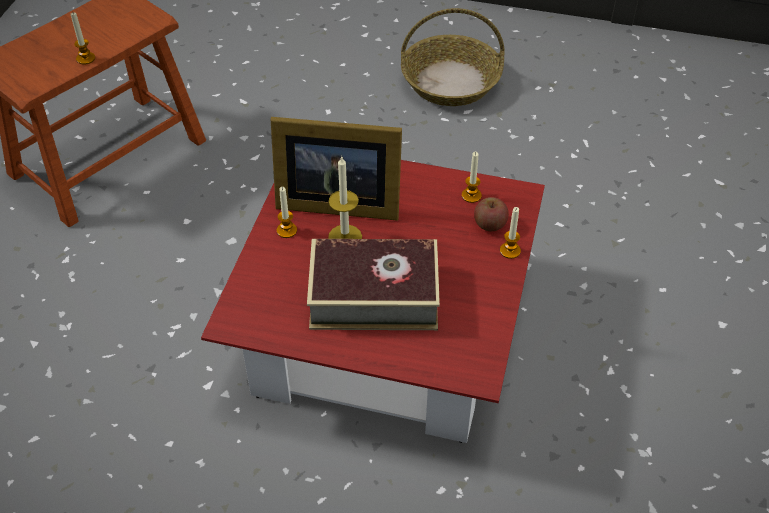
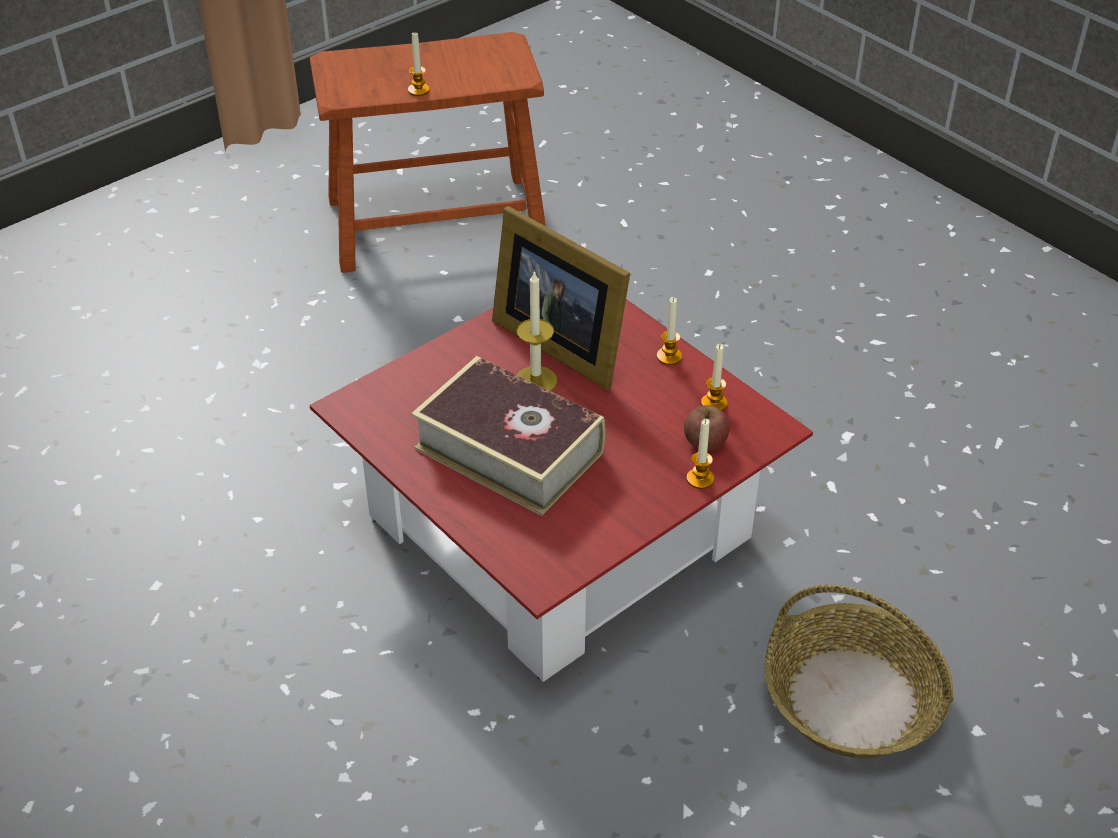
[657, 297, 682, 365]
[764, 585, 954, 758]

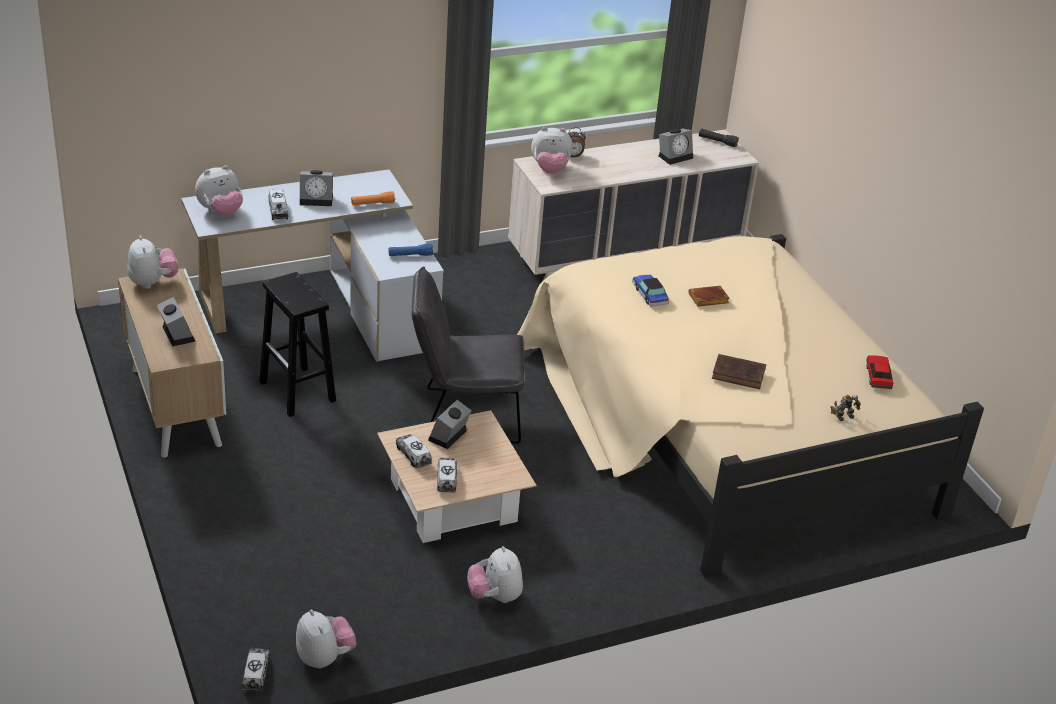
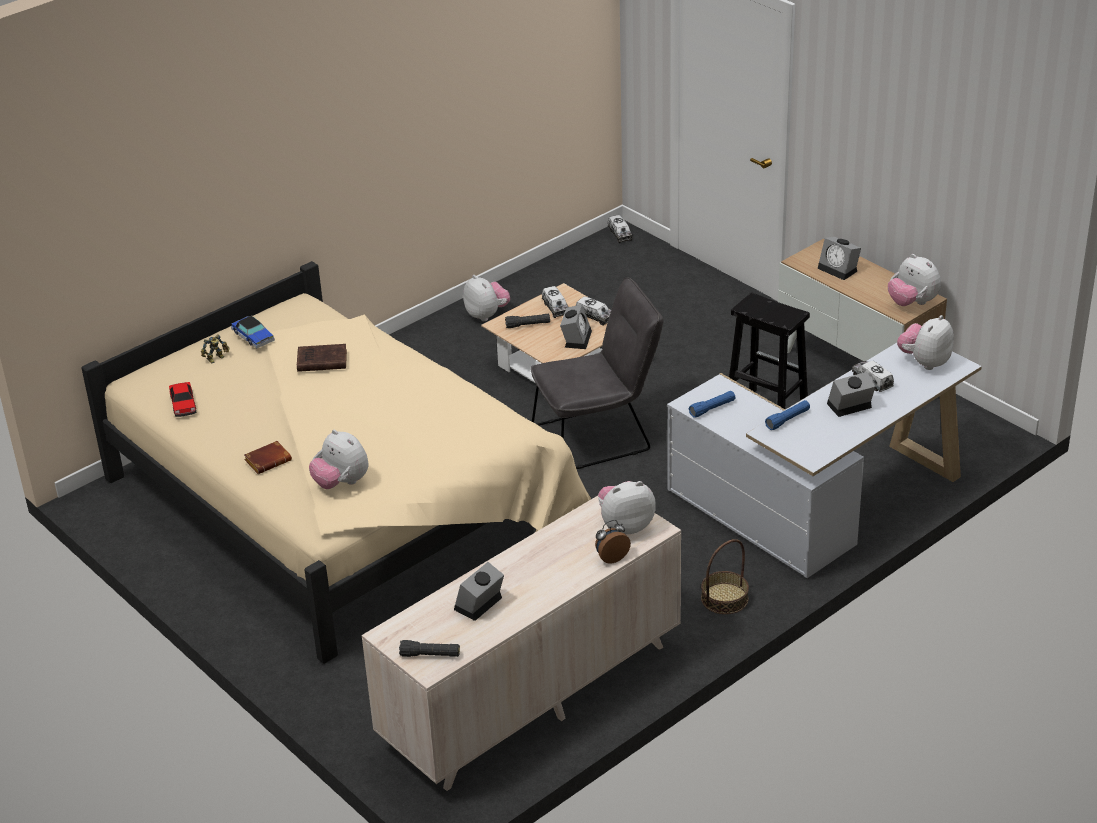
[505, 314, 550, 328]
[701, 539, 749, 614]
[309, 430, 368, 489]
[231, 316, 275, 348]
[244, 441, 292, 474]
[765, 400, 810, 430]

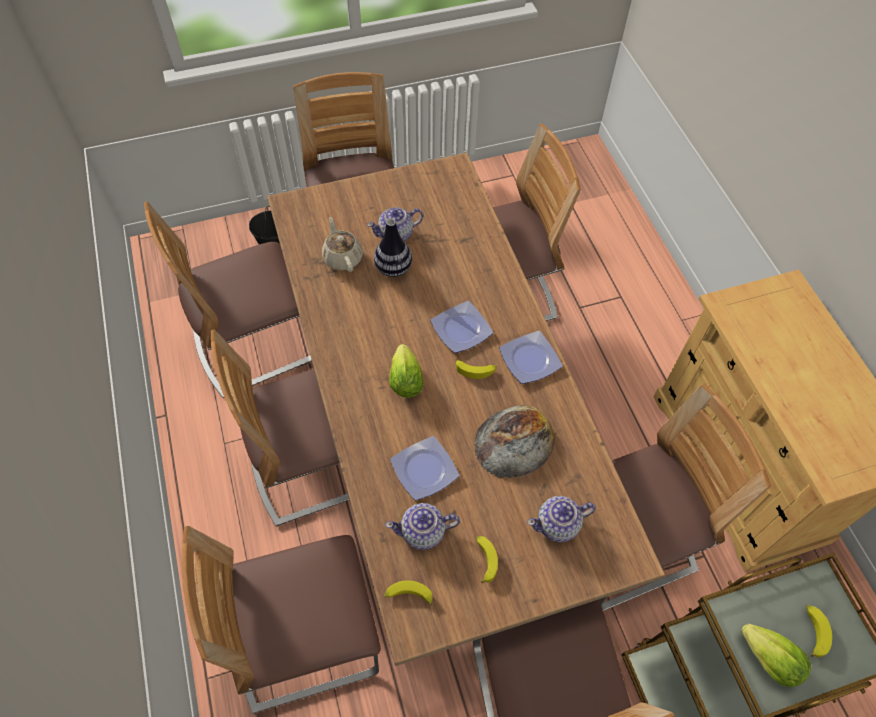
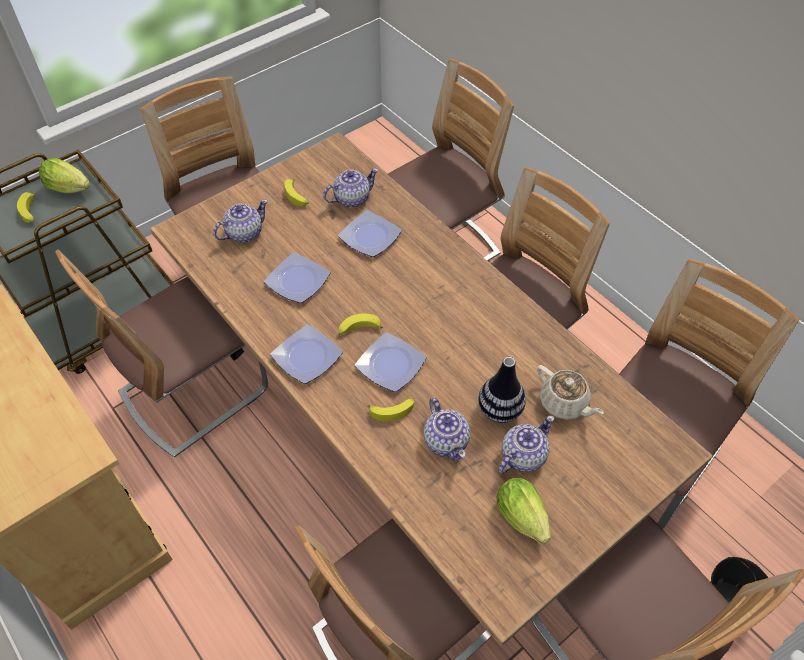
[423, 398, 470, 461]
[367, 398, 414, 421]
[496, 478, 551, 544]
[264, 252, 331, 303]

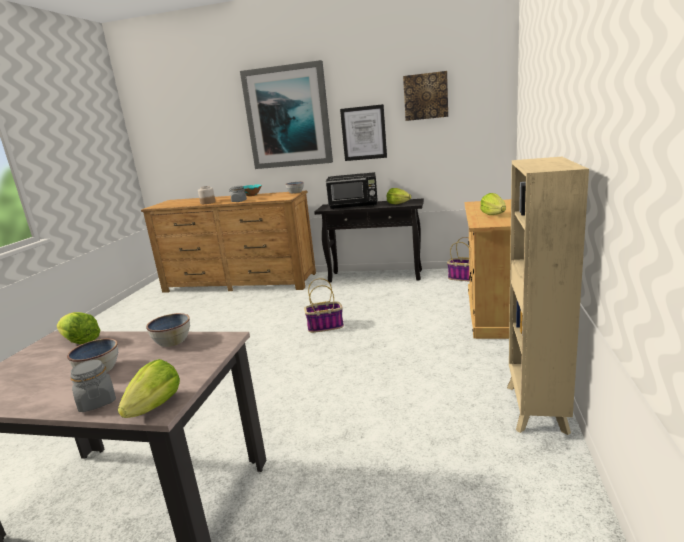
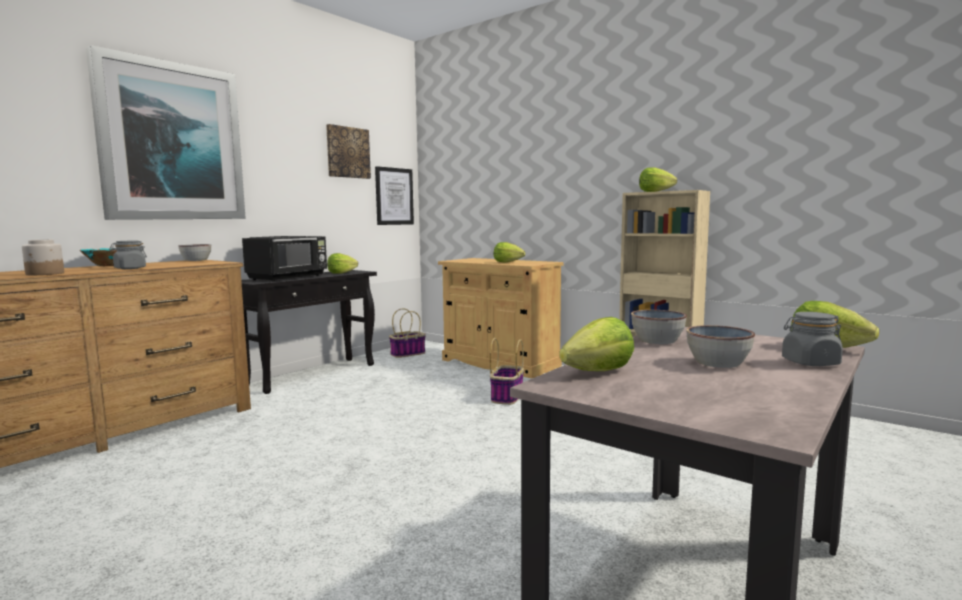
[639, 167, 677, 192]
[490, 338, 524, 405]
[375, 166, 414, 225]

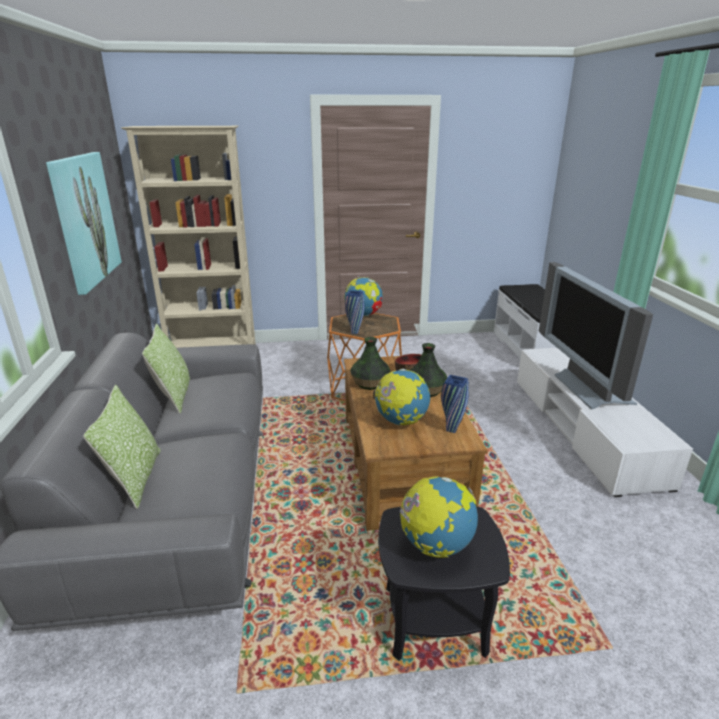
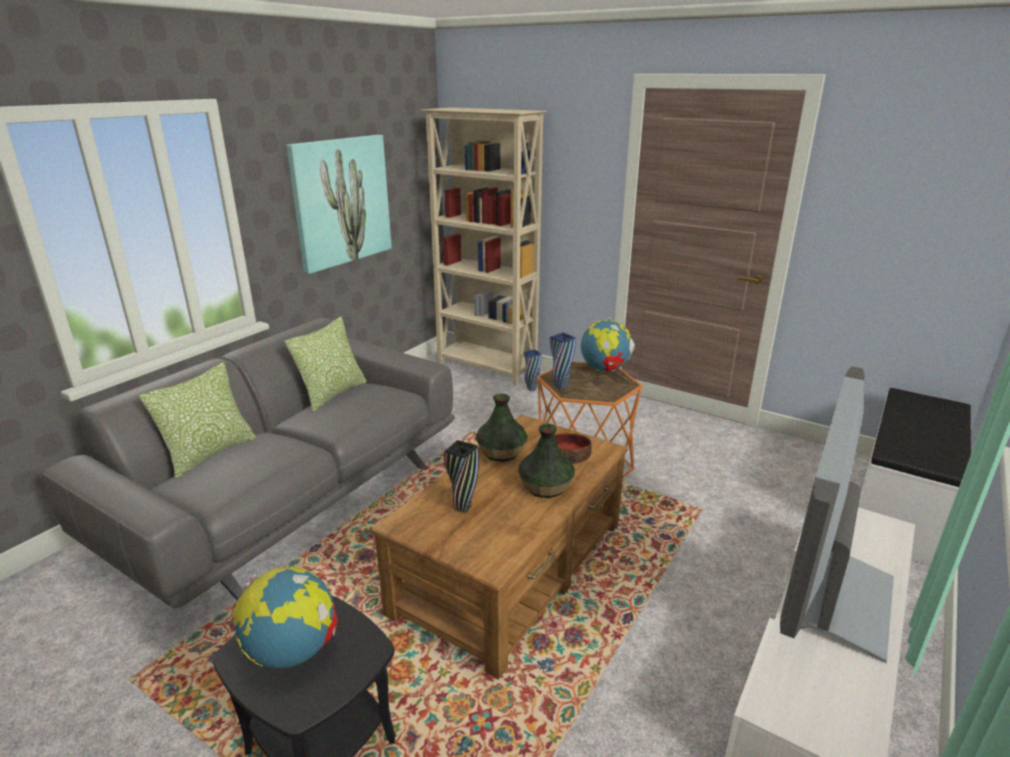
[524, 349, 542, 391]
[444, 440, 479, 513]

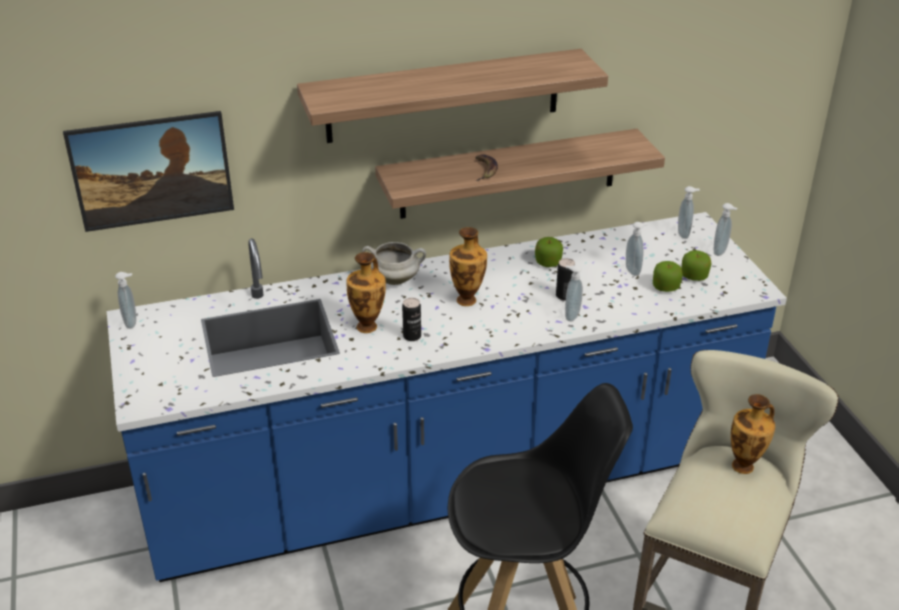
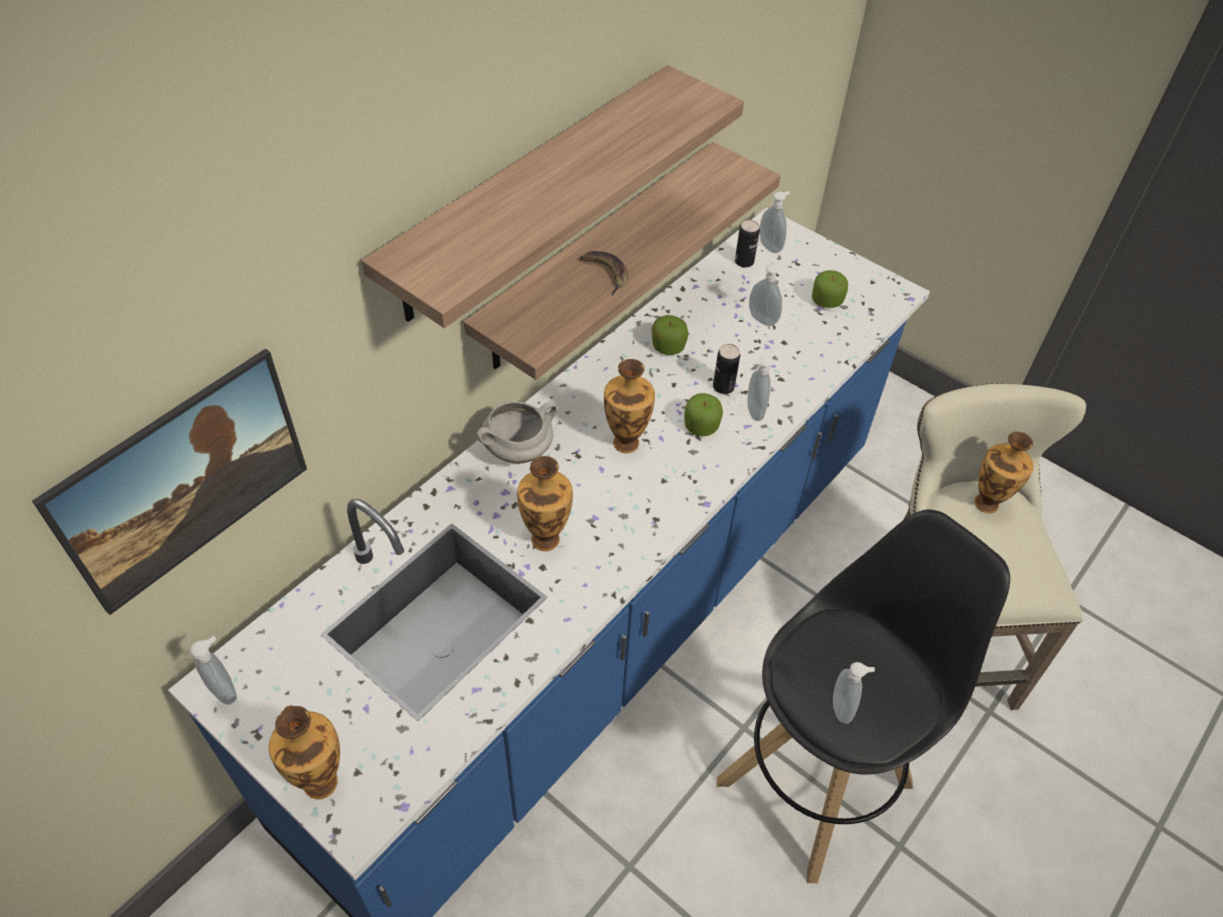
[269, 705, 340, 799]
[735, 220, 760, 267]
[684, 393, 723, 437]
[833, 662, 875, 724]

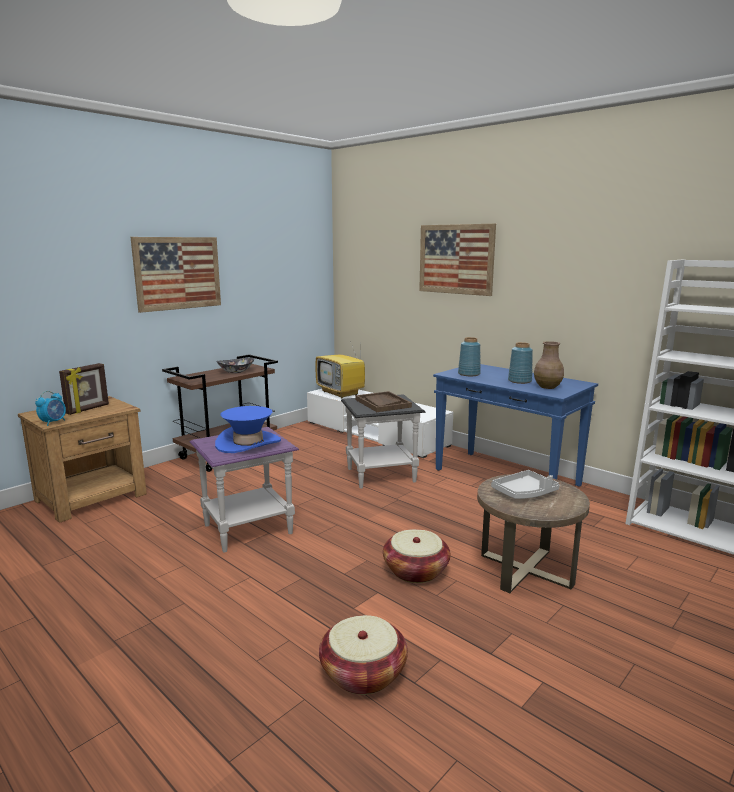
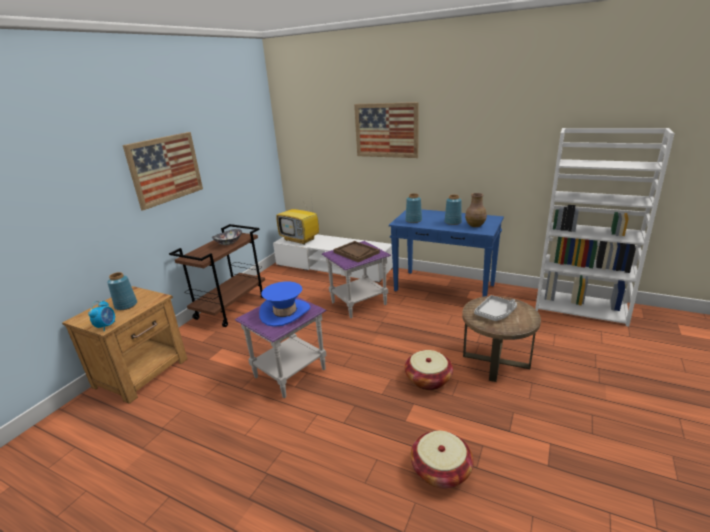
[107, 272, 137, 310]
[322, 241, 391, 318]

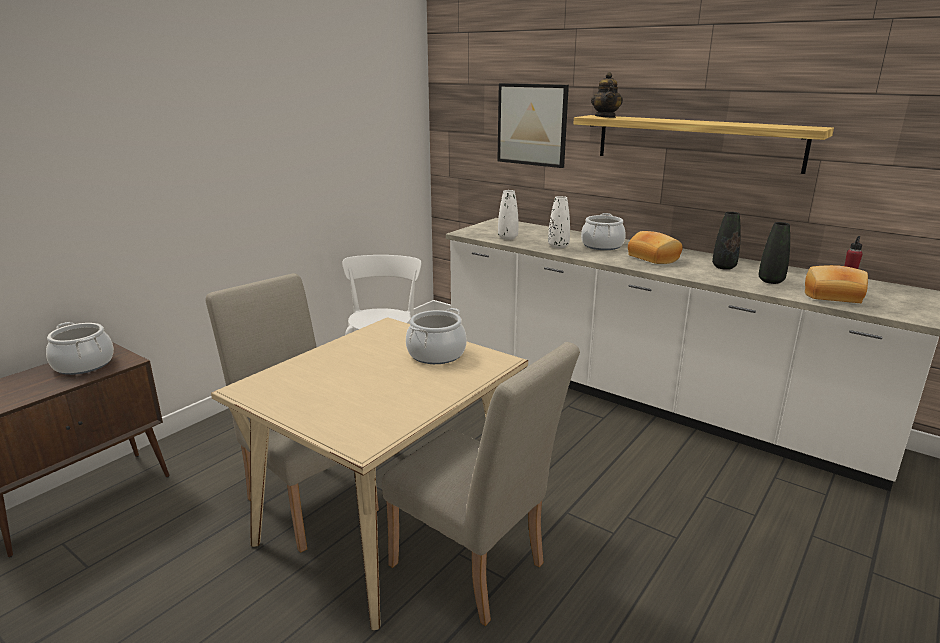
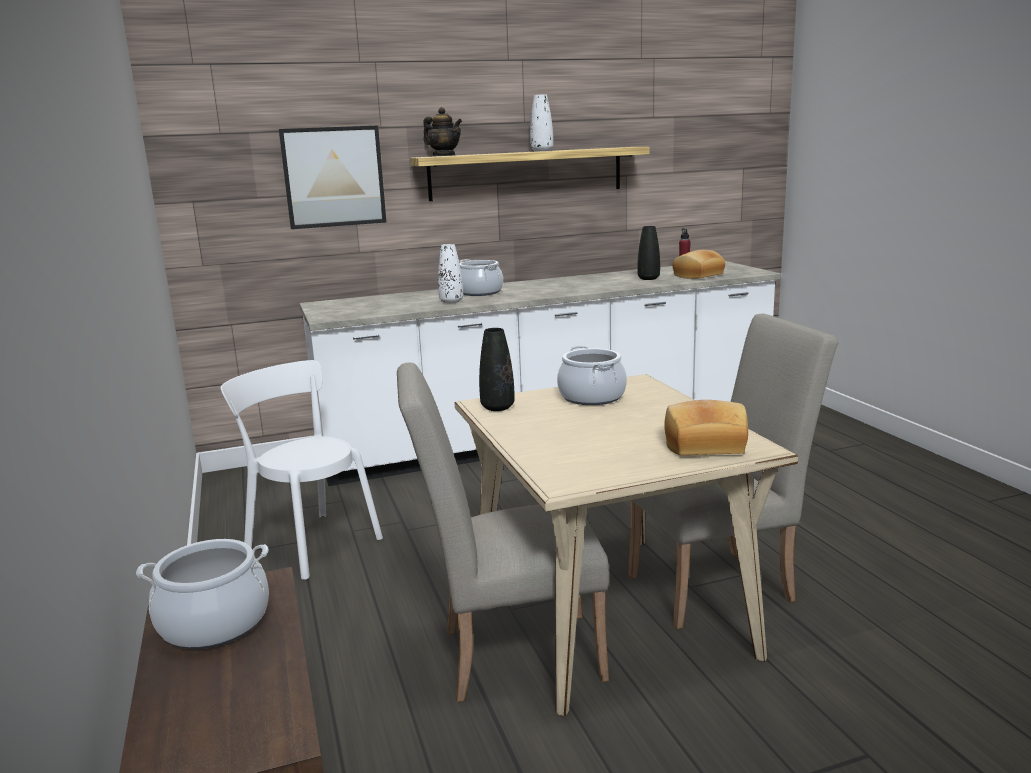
[530, 94, 553, 152]
[664, 400, 748, 455]
[479, 328, 515, 411]

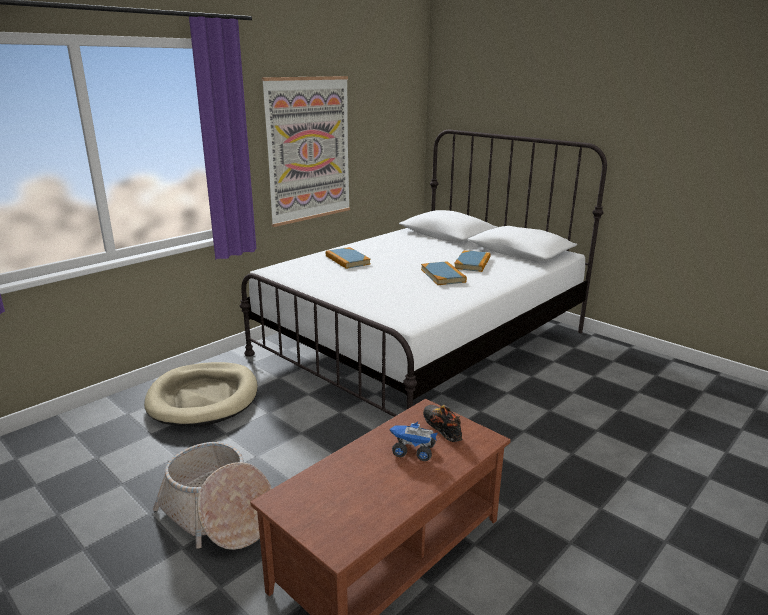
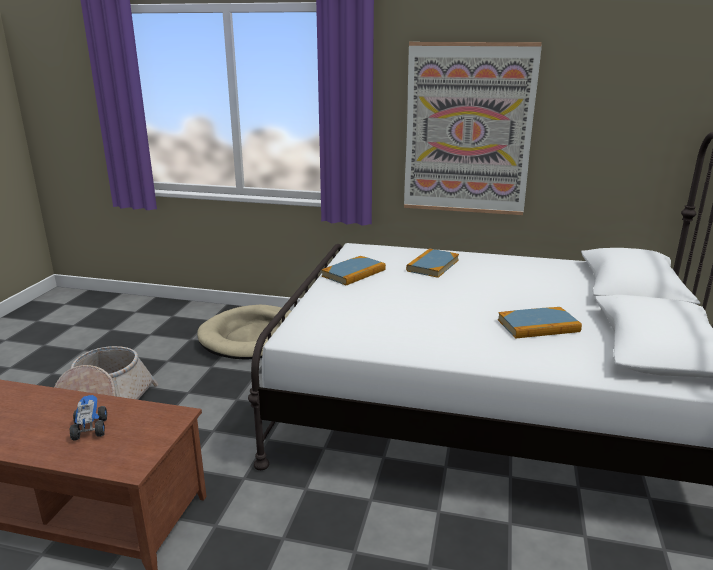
[423, 404, 462, 442] (first image)
[322, 256, 386, 286]

